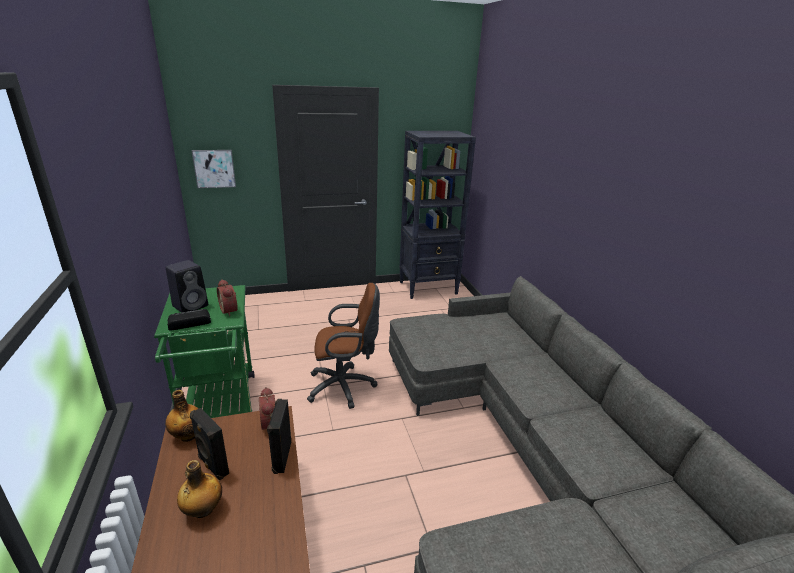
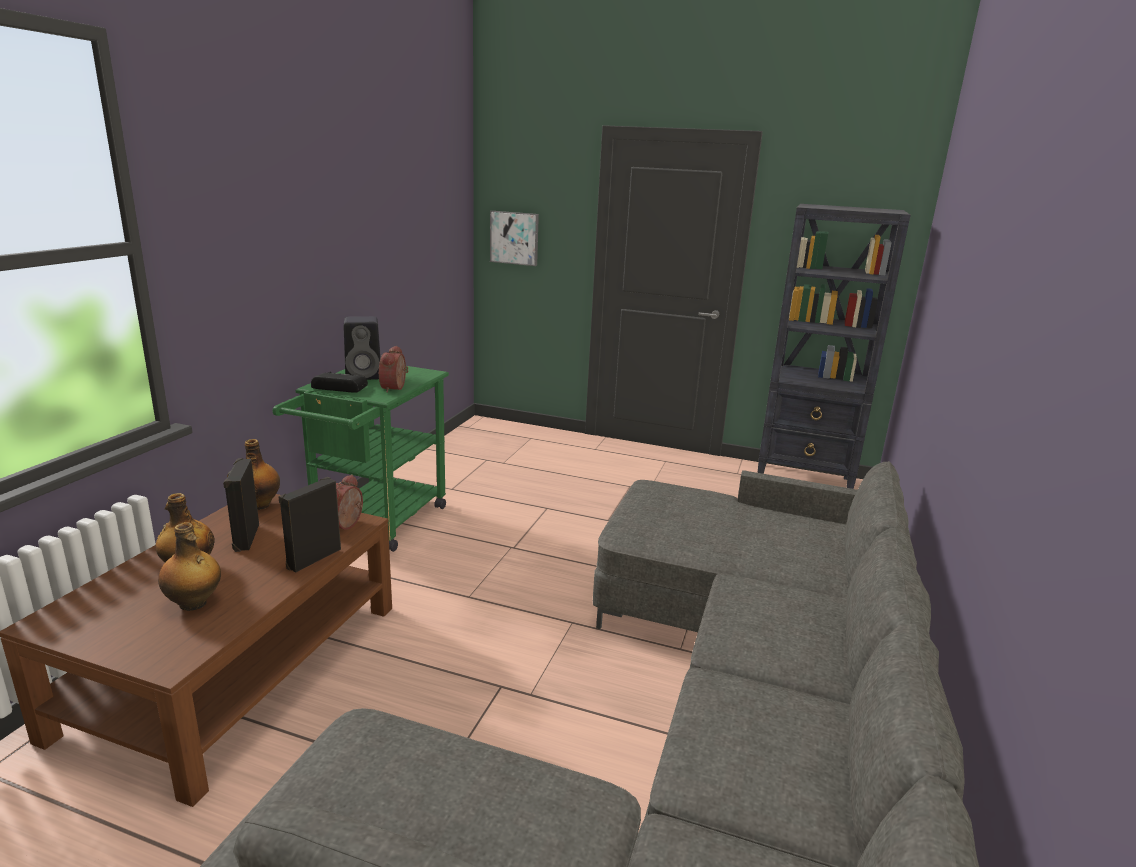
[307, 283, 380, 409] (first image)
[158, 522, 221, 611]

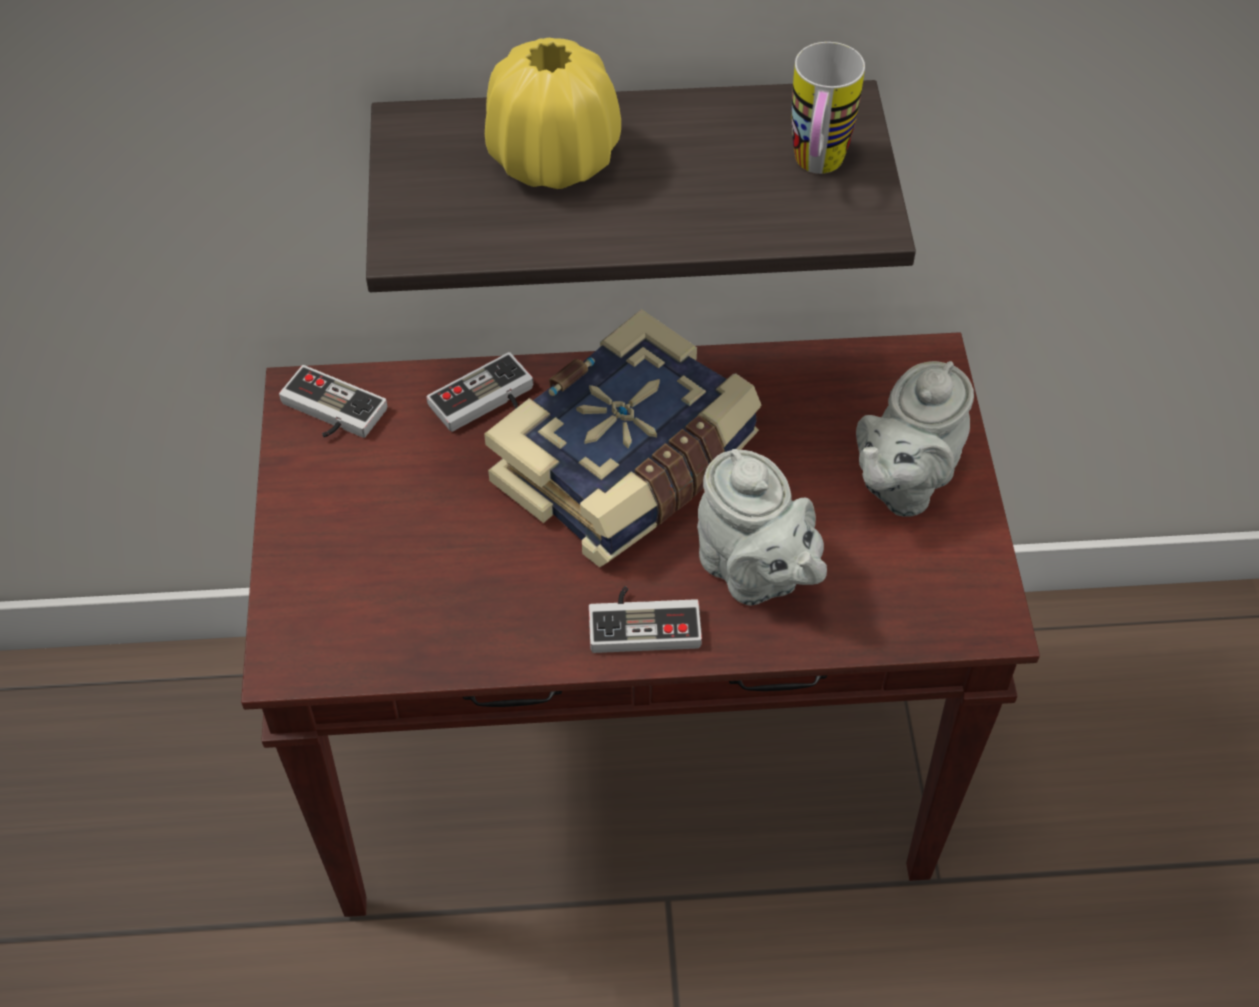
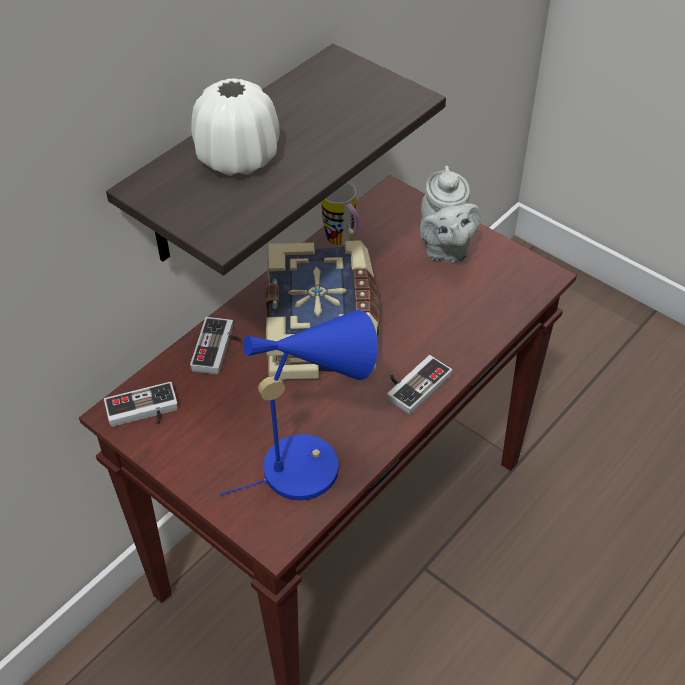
[697, 449, 827, 606] (first image)
[220, 310, 378, 501]
[321, 182, 360, 246]
[191, 78, 280, 176]

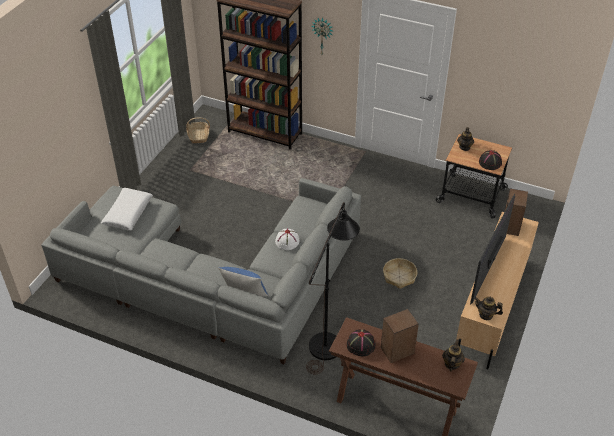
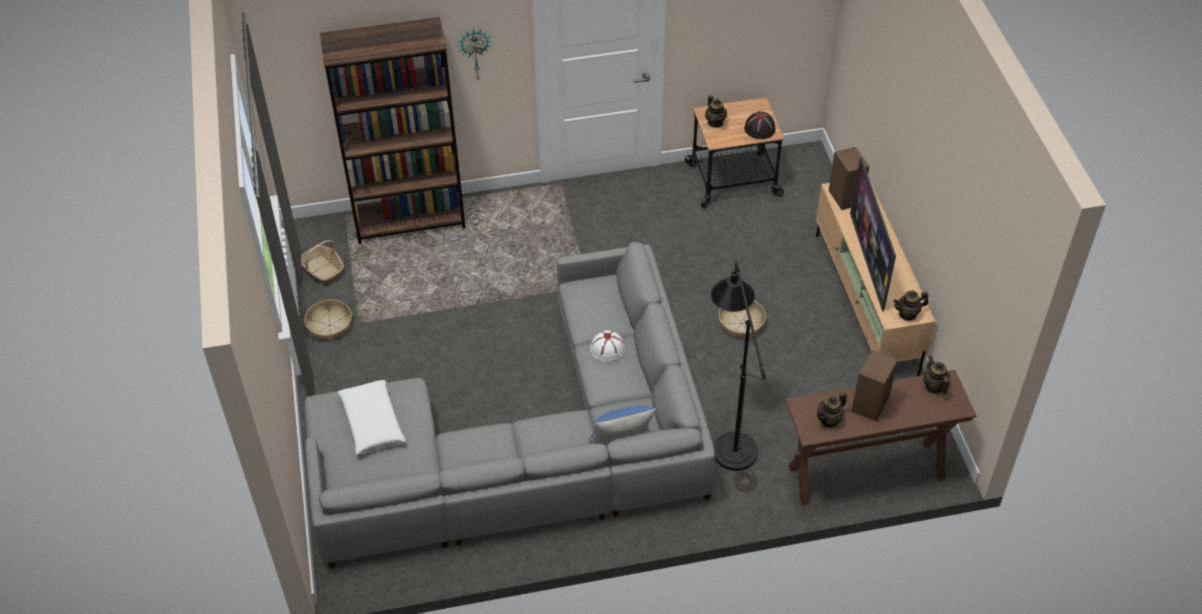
[304, 300, 352, 342]
[817, 392, 847, 428]

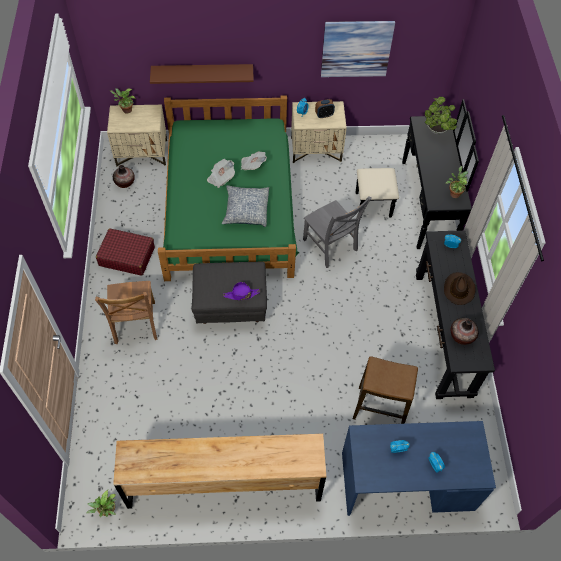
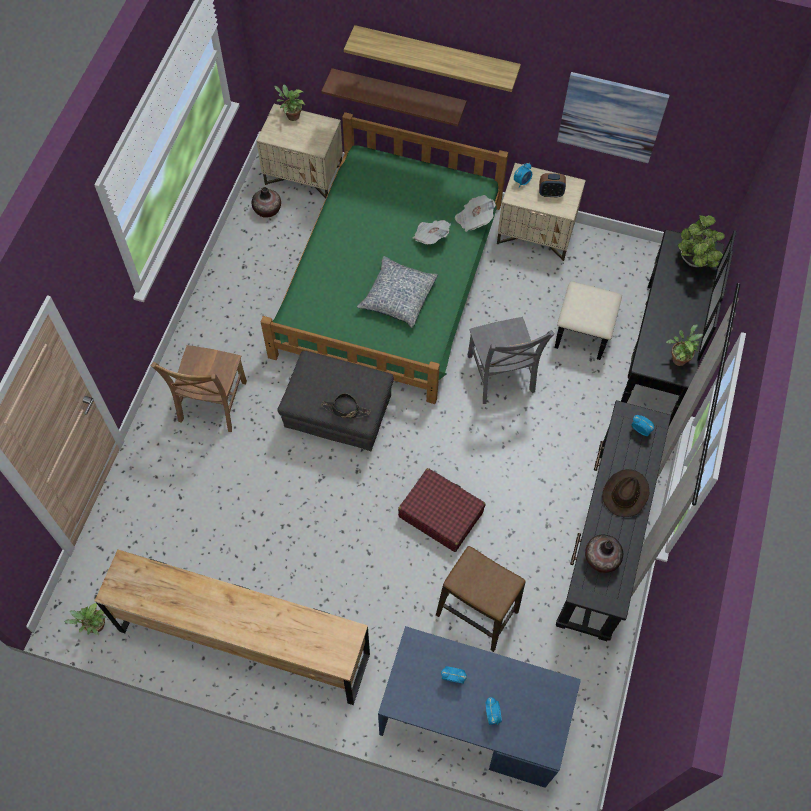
[344, 25, 521, 92]
[398, 468, 485, 552]
[455, 195, 496, 232]
[321, 393, 371, 418]

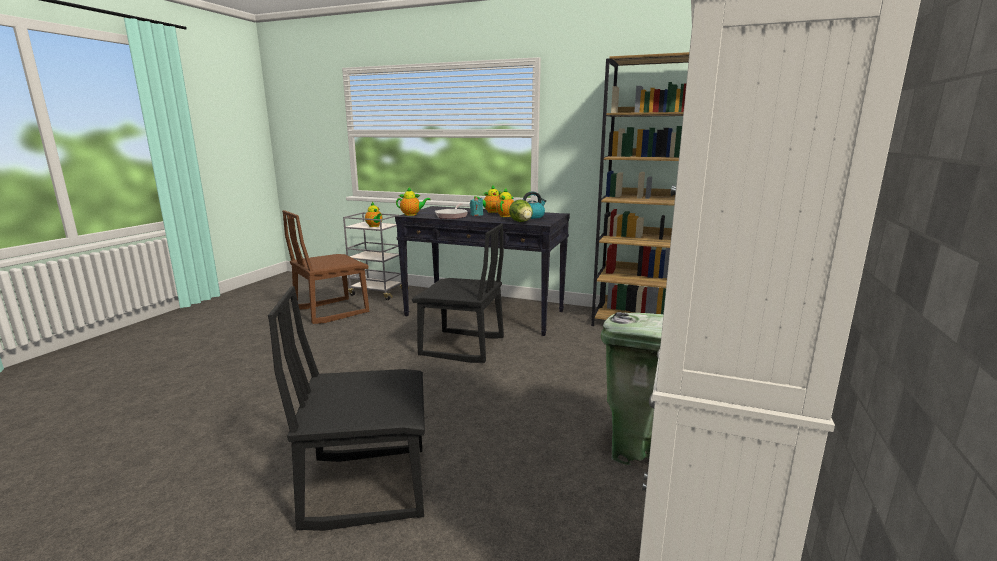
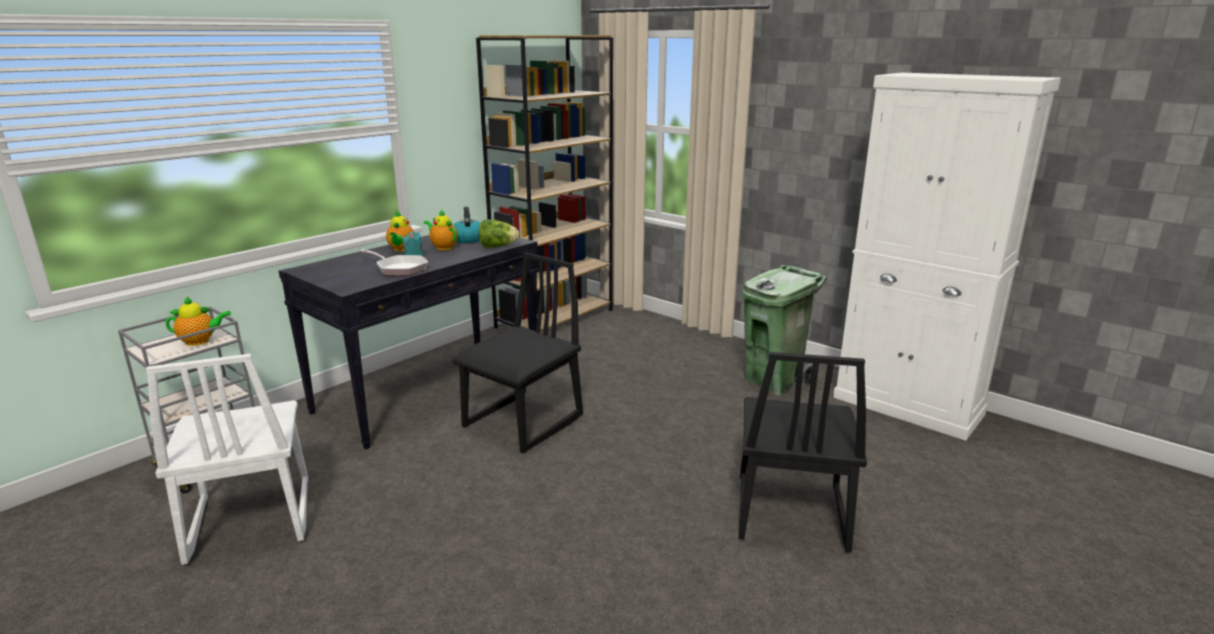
[396, 187, 431, 216] (first image)
[146, 354, 308, 565]

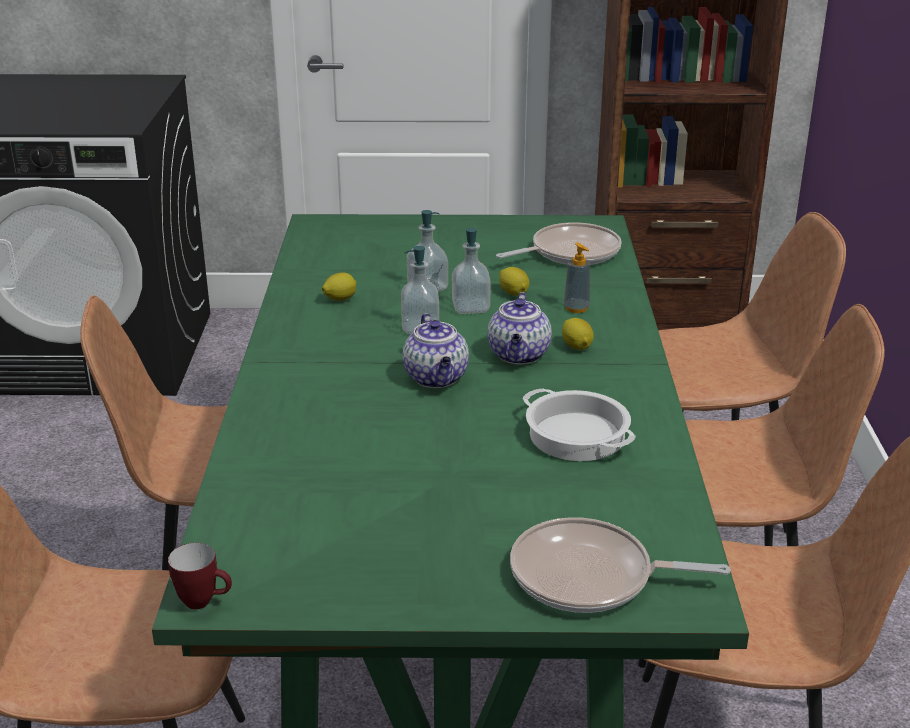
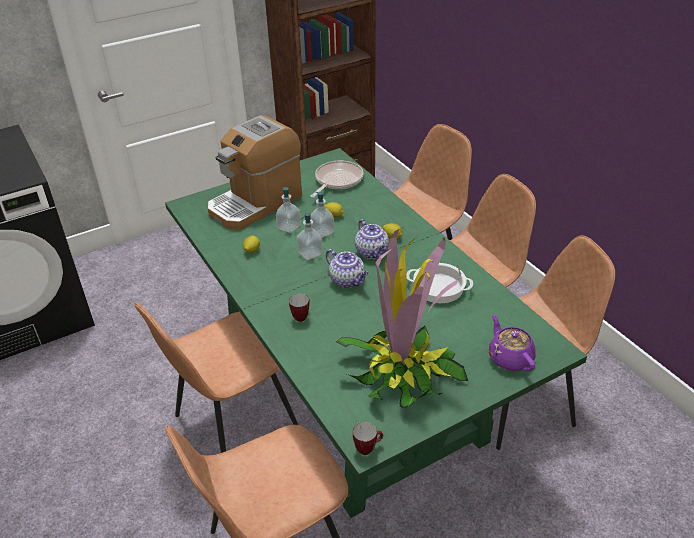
[564, 242, 590, 313] (first image)
[208, 115, 302, 230]
[289, 294, 310, 322]
[335, 227, 468, 408]
[489, 314, 536, 371]

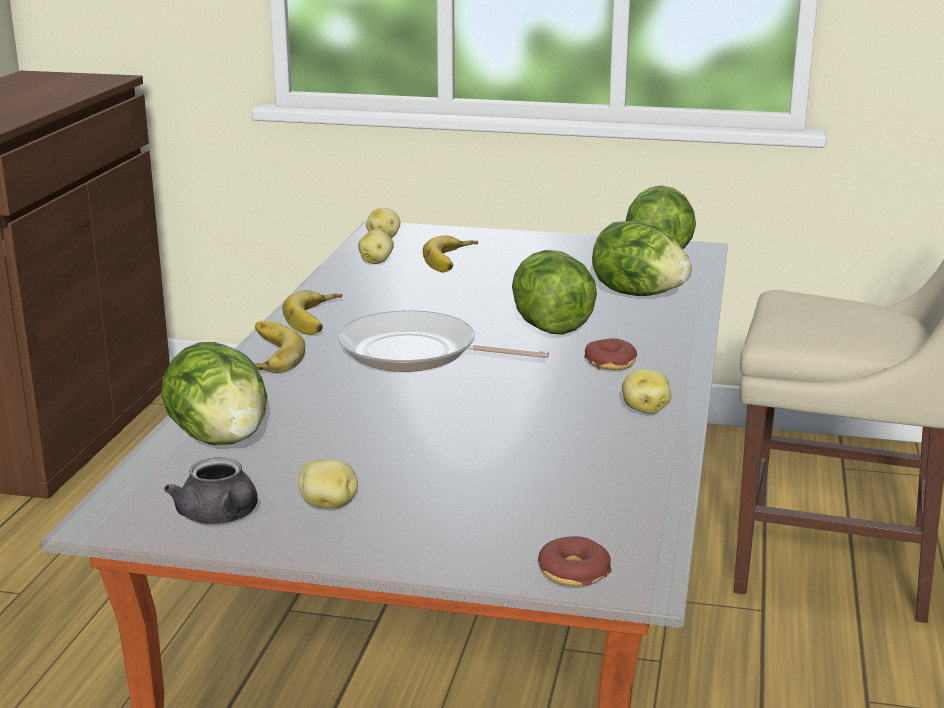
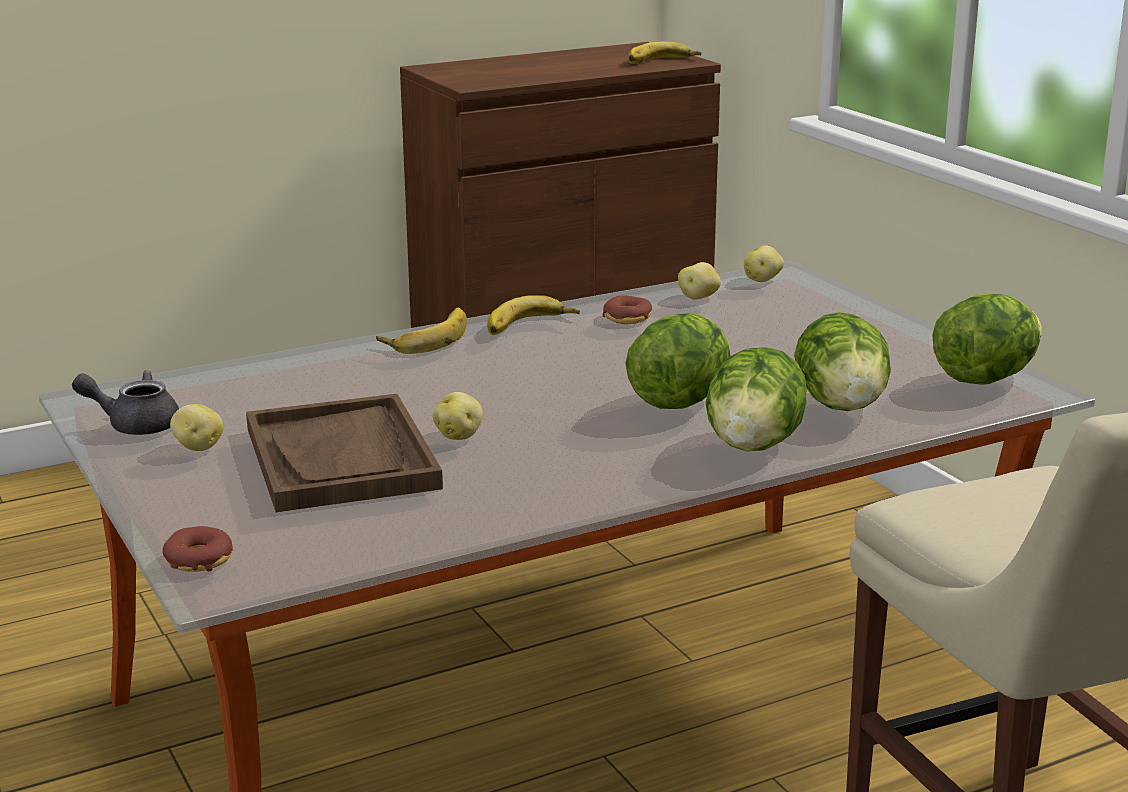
[337, 310, 549, 372] (first image)
[246, 394, 443, 512]
[706, 347, 807, 451]
[628, 41, 702, 64]
[602, 295, 652, 324]
[433, 392, 483, 440]
[72, 370, 179, 435]

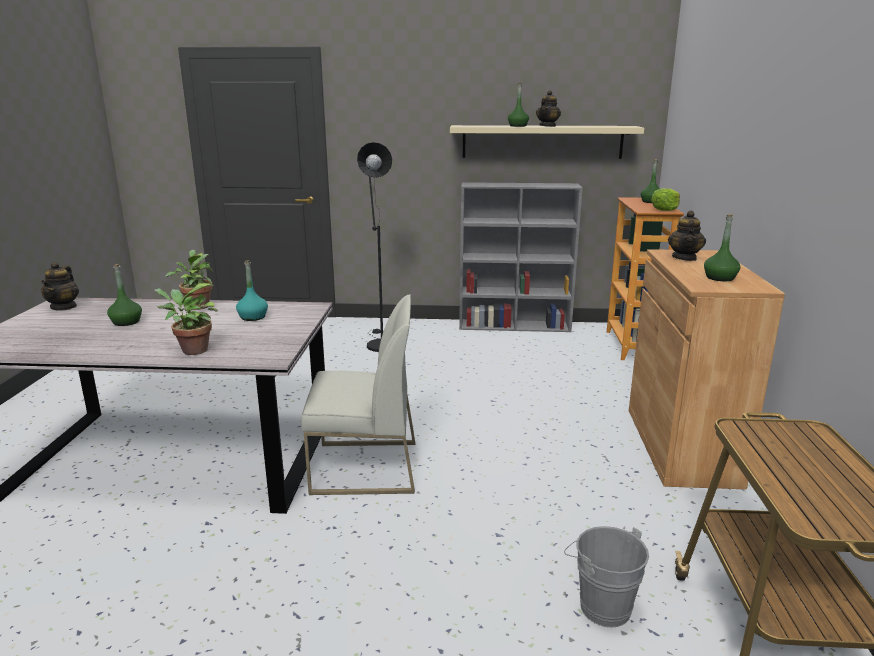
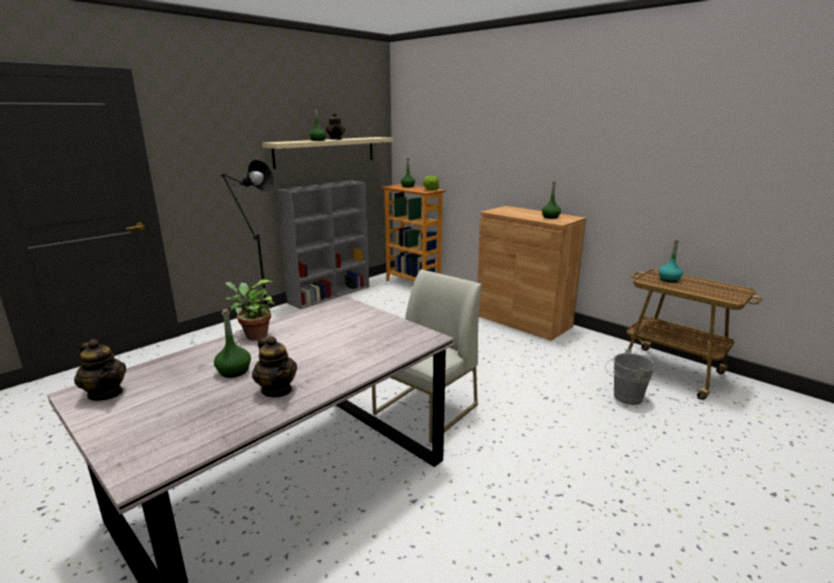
[154, 283, 218, 355] (first image)
[659, 239, 683, 282]
[252, 336, 297, 397]

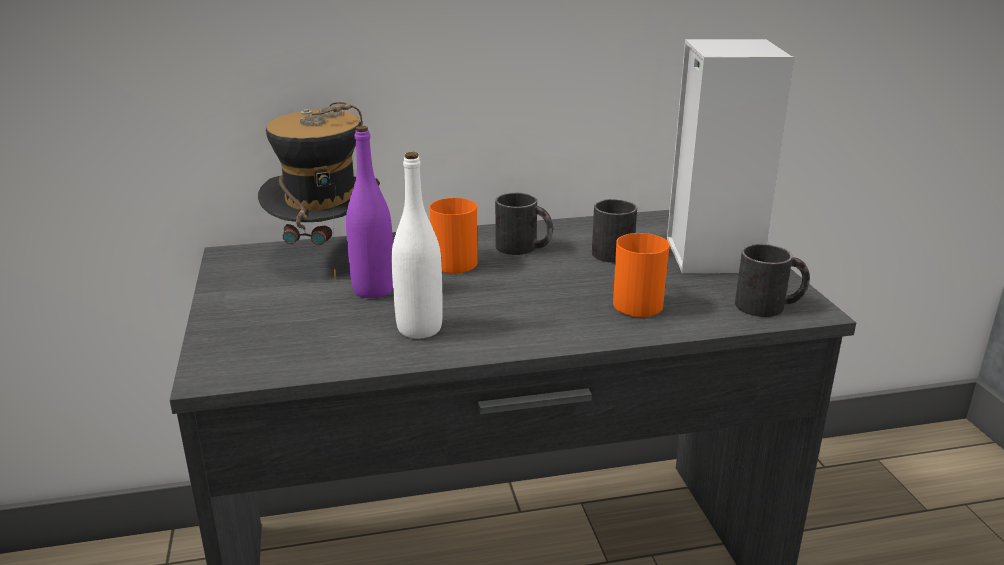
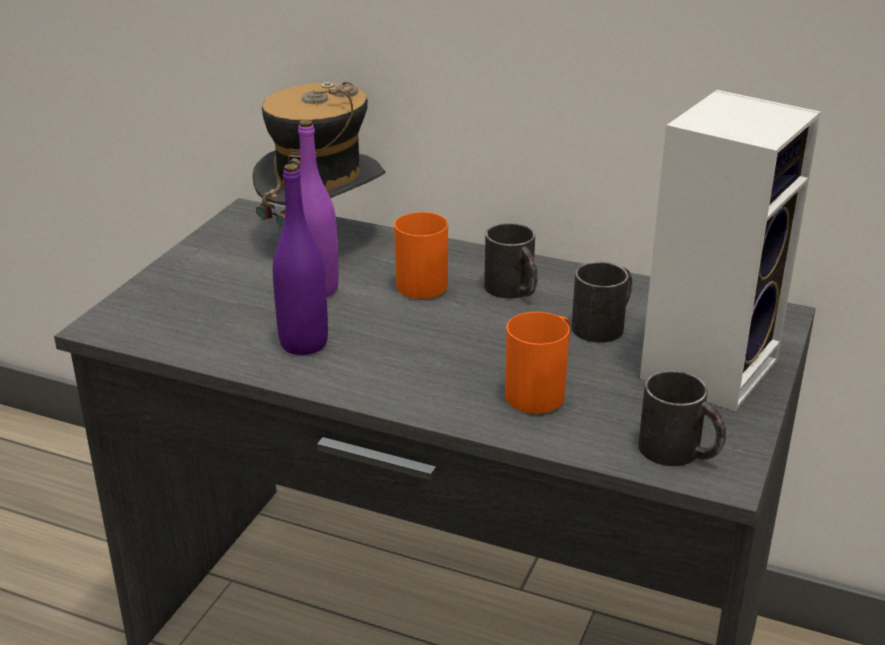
[273, 164, 328, 355]

